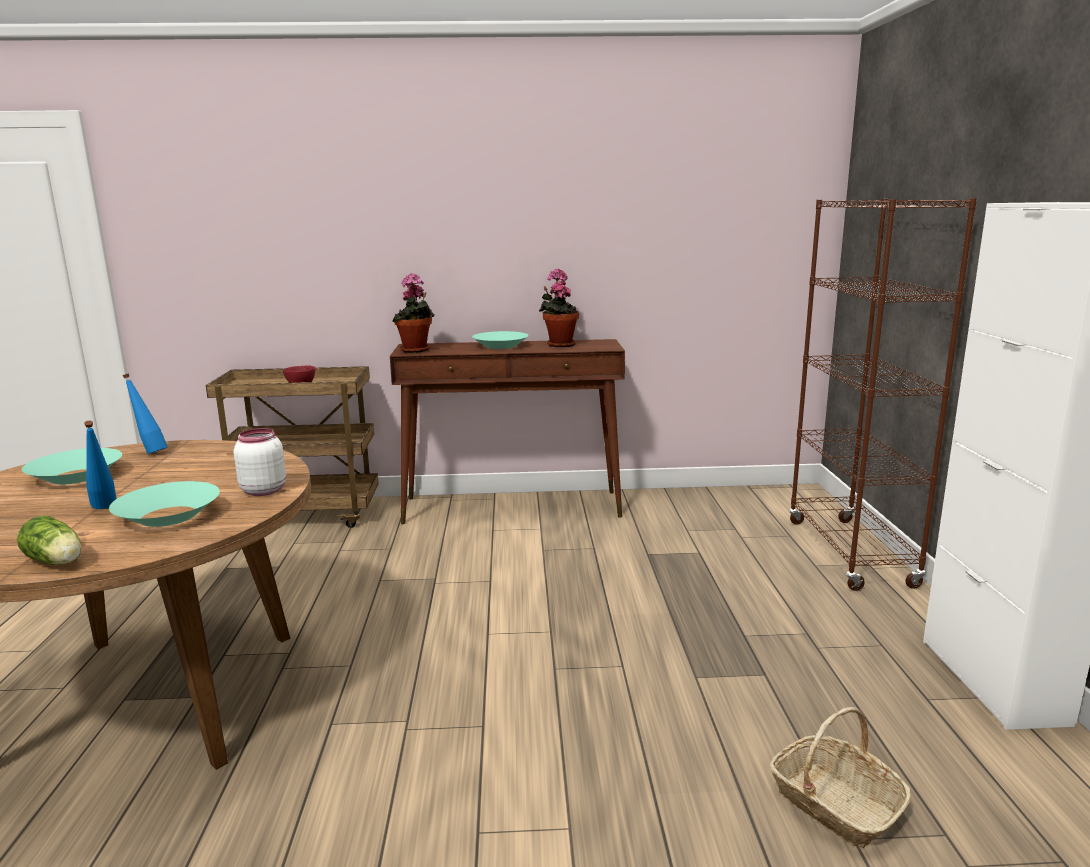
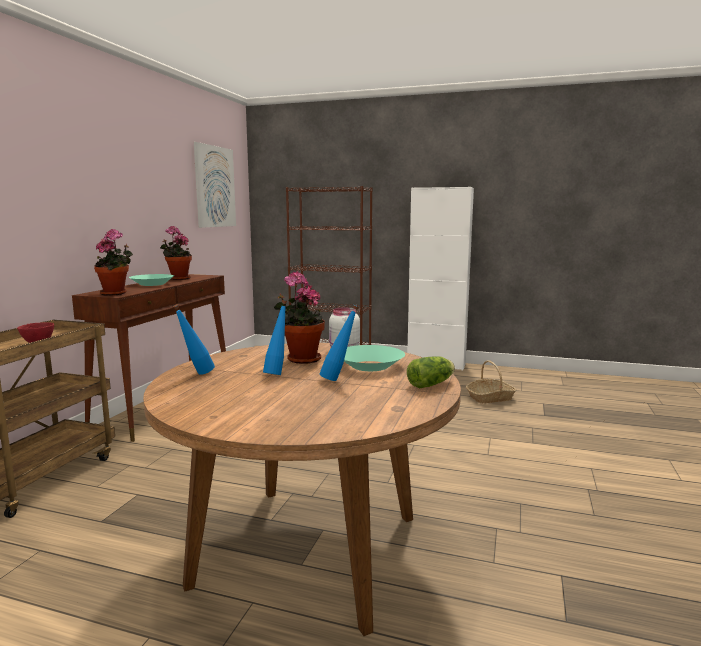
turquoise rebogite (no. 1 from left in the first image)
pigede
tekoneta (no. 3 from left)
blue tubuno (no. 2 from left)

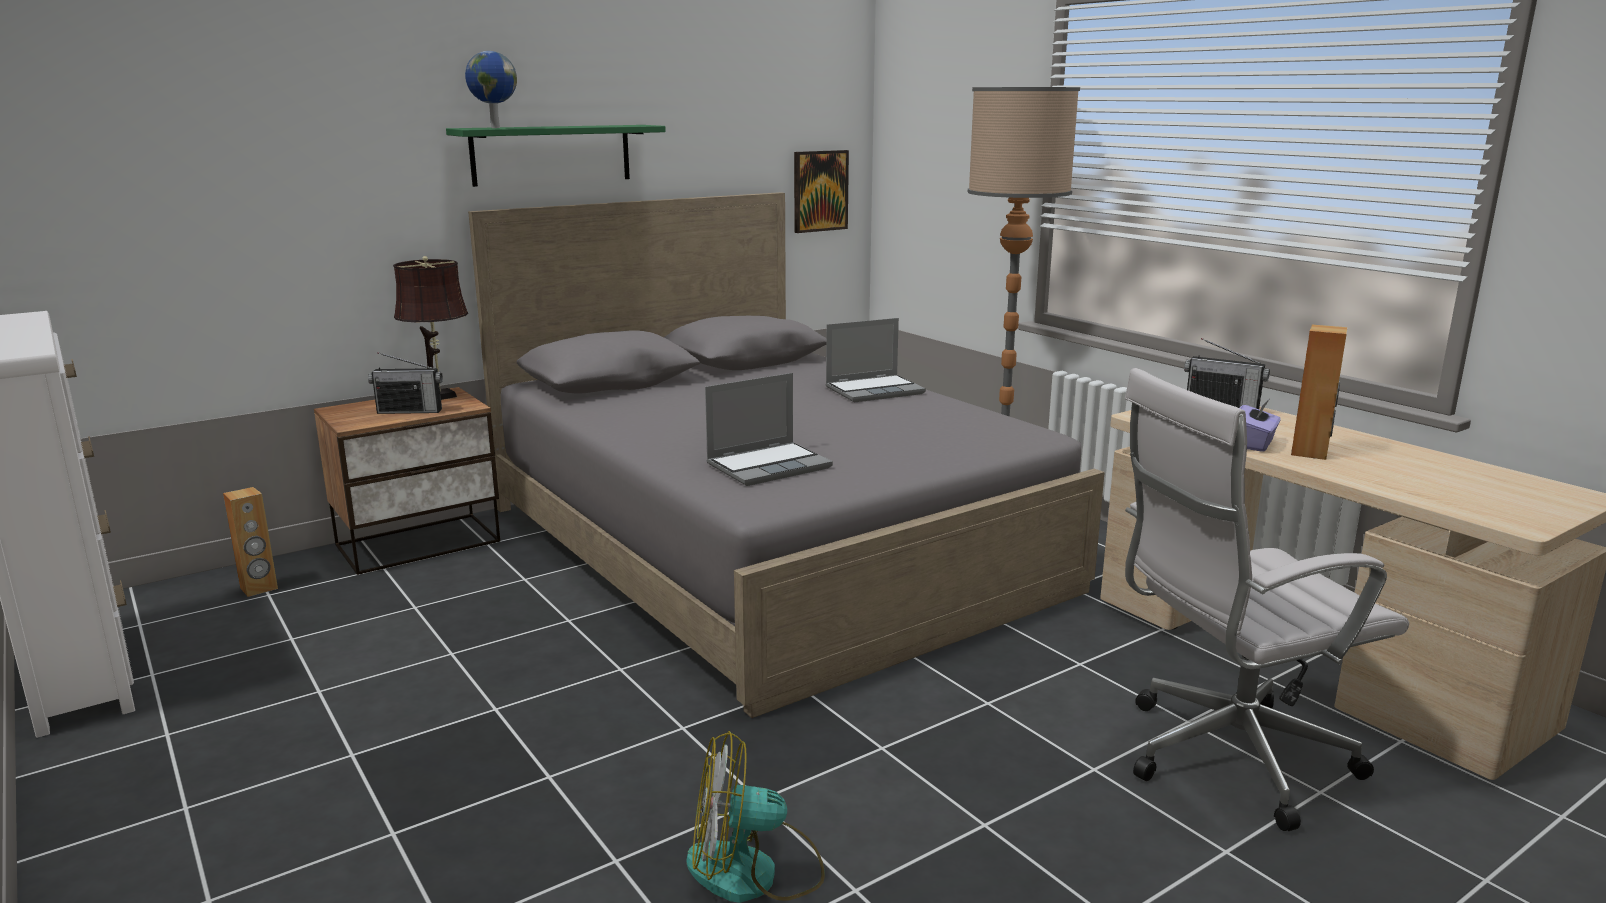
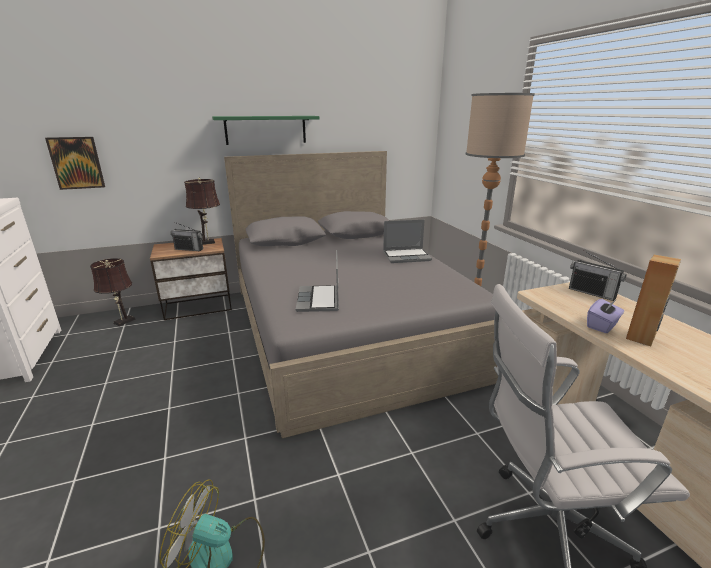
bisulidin
pigede
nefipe (no. 1 from left)
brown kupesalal (no. 1 from left)

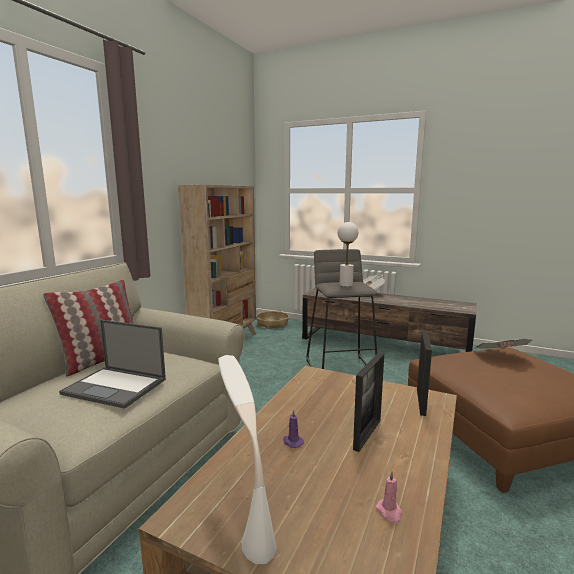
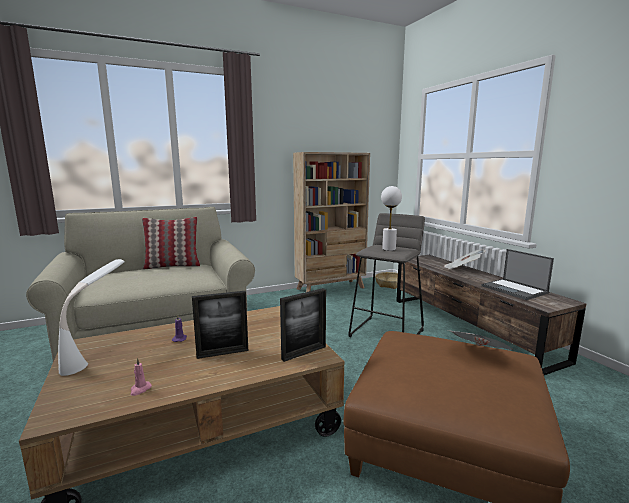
nefipe

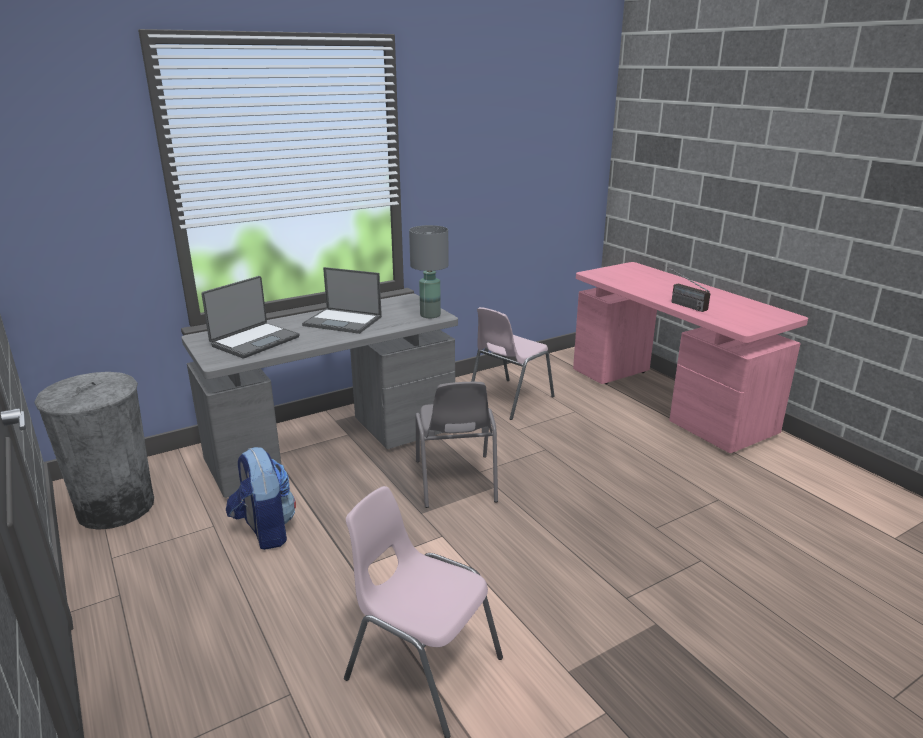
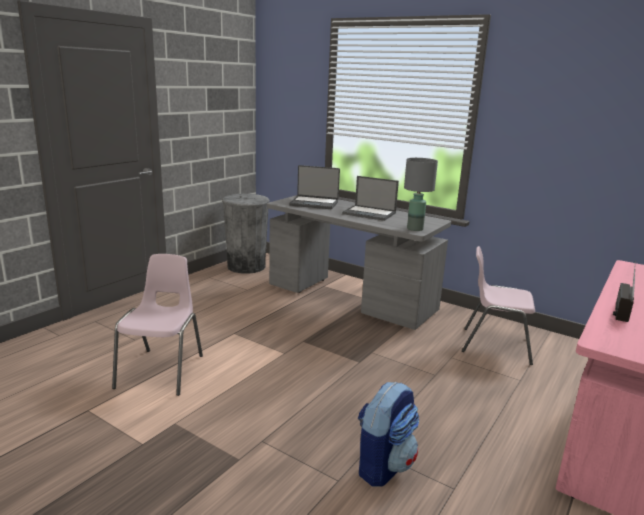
nefipe (no. 2 from left)
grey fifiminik
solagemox

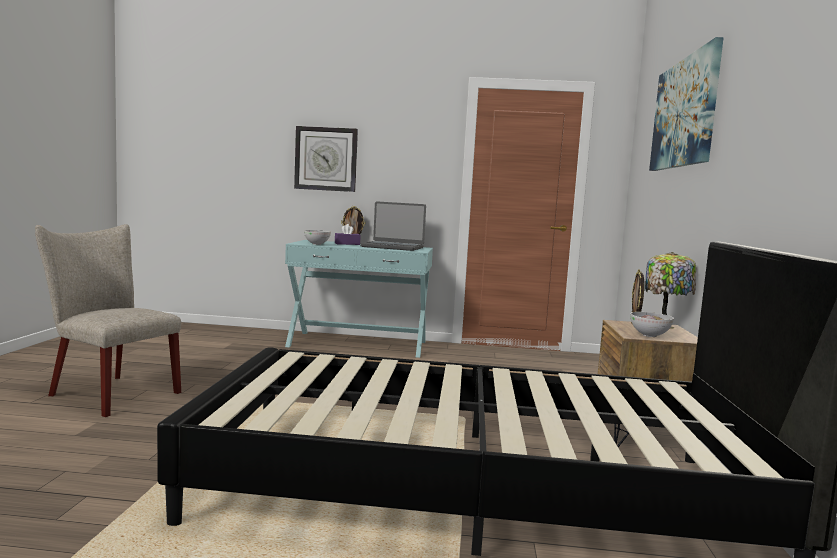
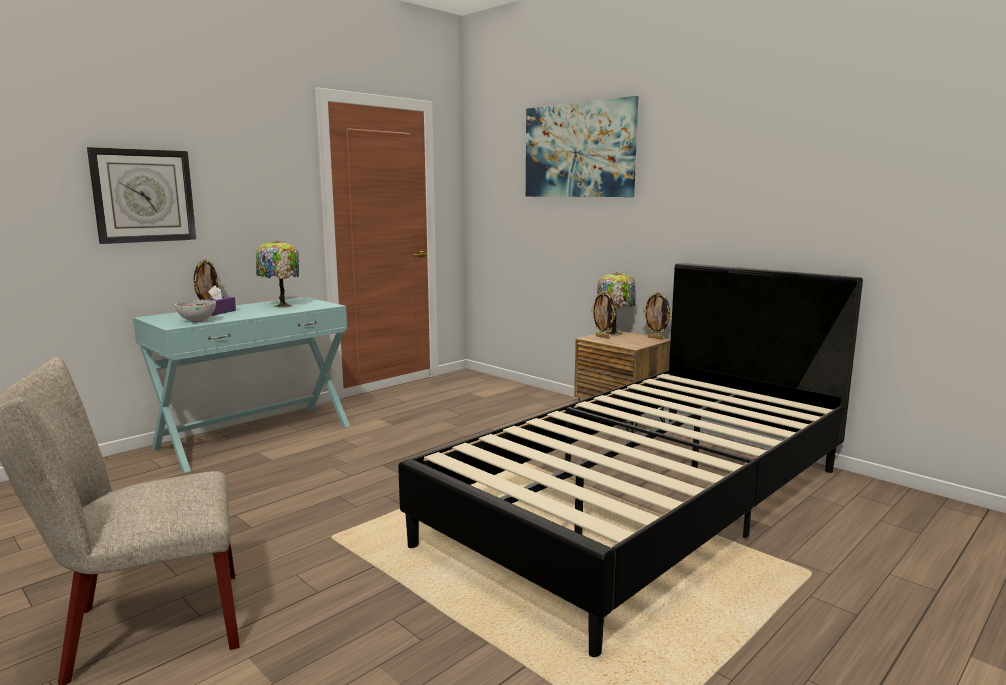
kupesalal (no. 1 from left)
rebogite (no. 2 from left in the first image)
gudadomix (no. 3 from left)

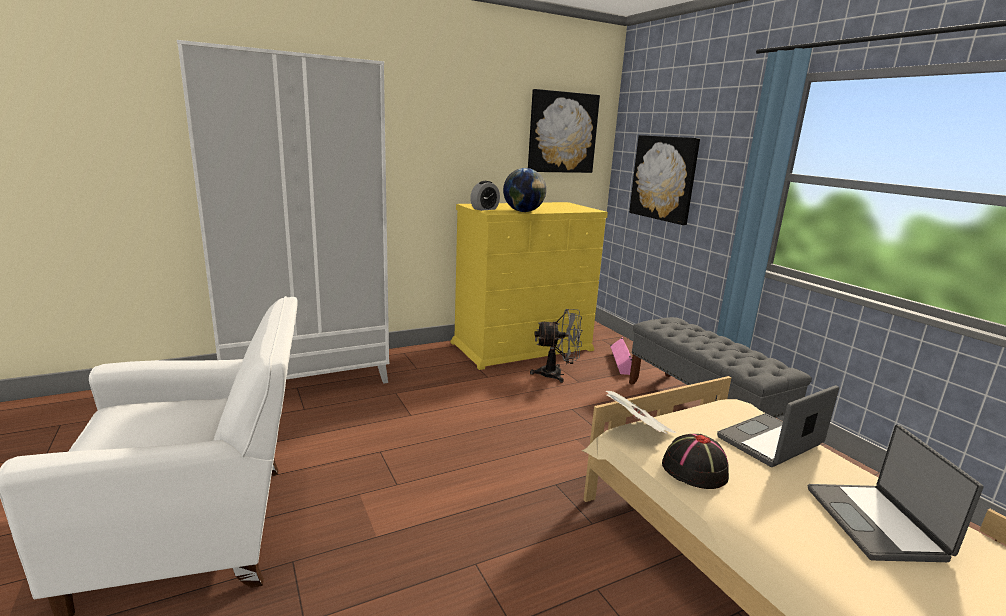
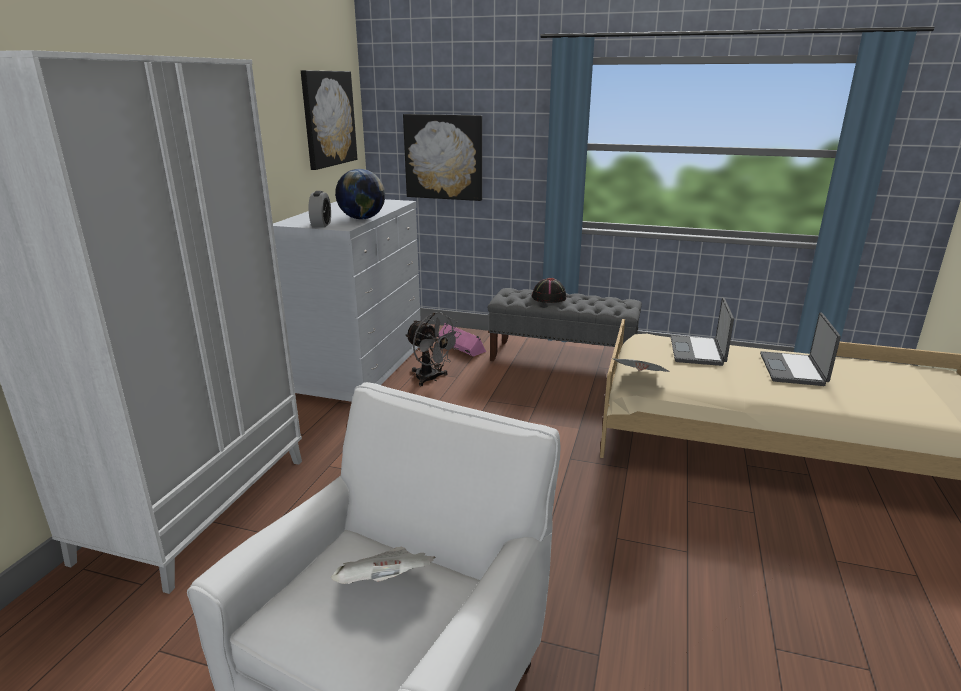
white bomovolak
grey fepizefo
nefipe (no. 2 from left)
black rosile
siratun (no. 1 from left)

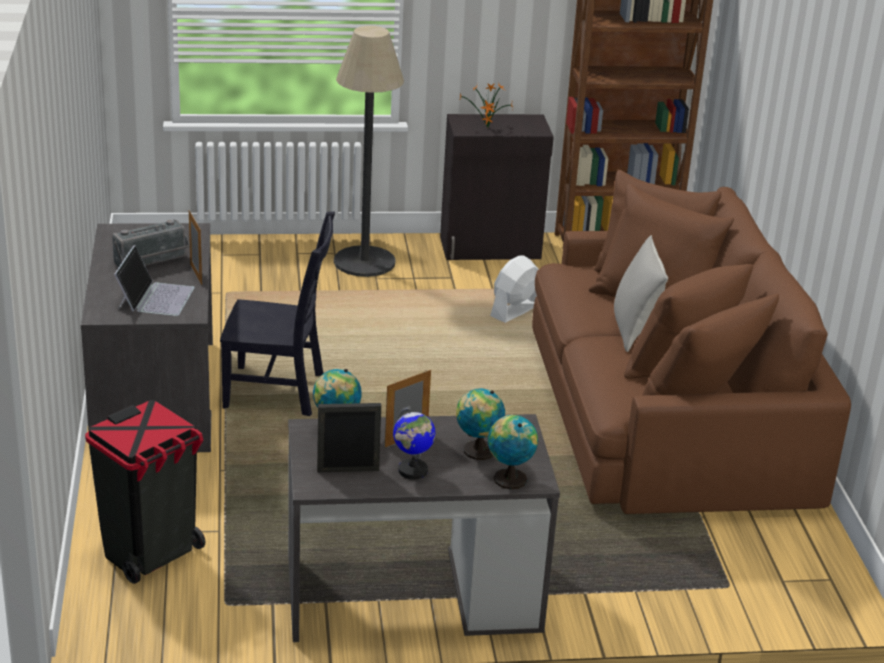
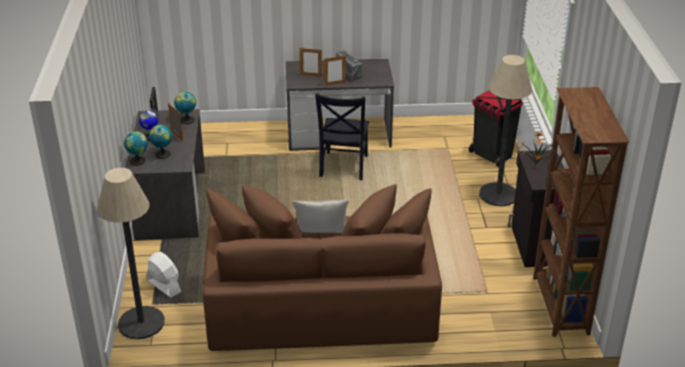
gudadomix (no. 3 from left)
white fepizefo
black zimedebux
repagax (no. 1 from left)

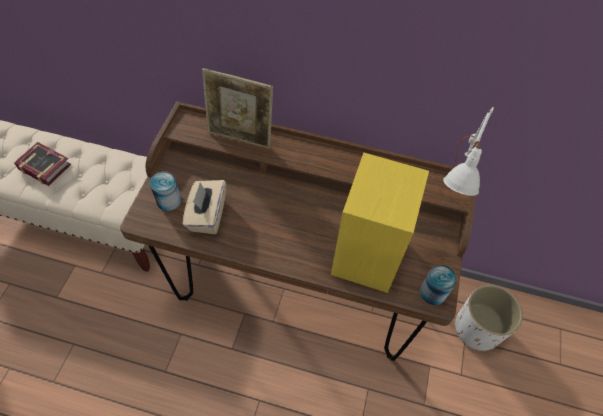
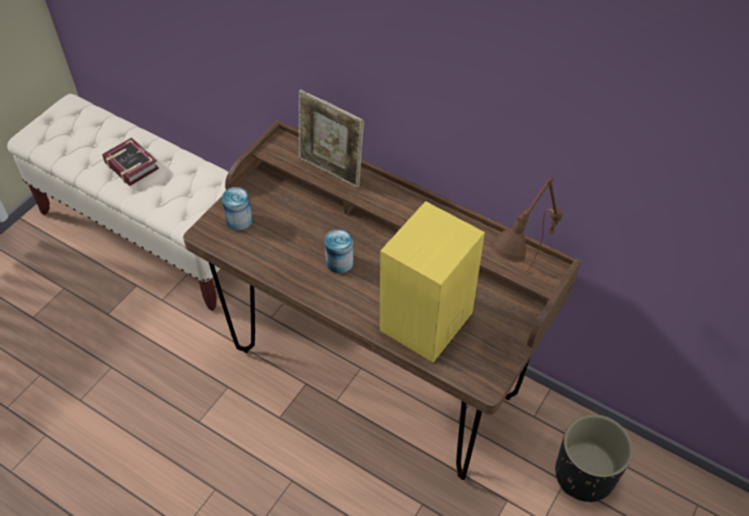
brown kupesalal
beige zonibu
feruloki (no. 2 from left)
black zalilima

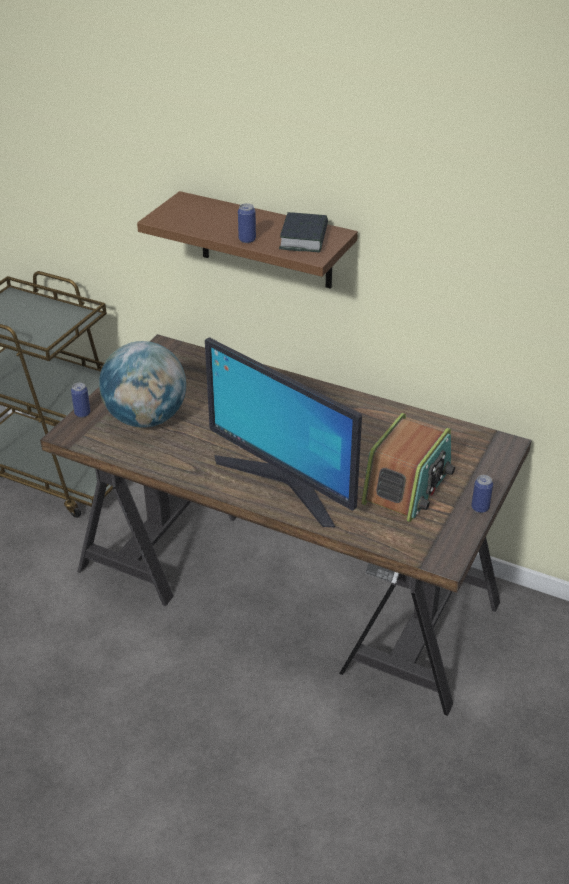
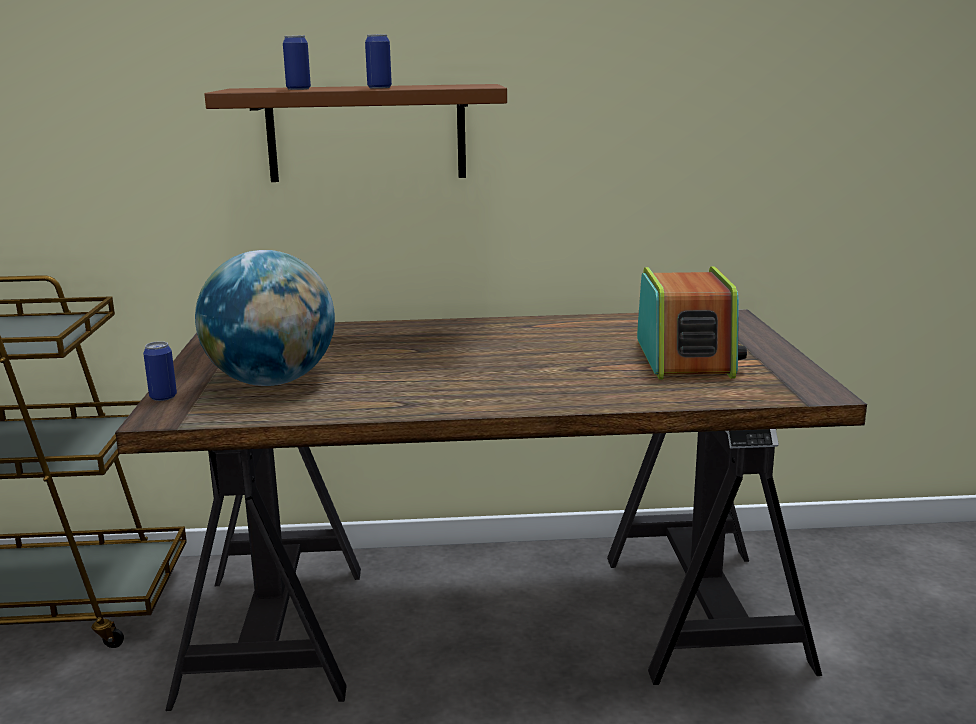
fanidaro
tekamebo
feruloki (no. 2 from left)

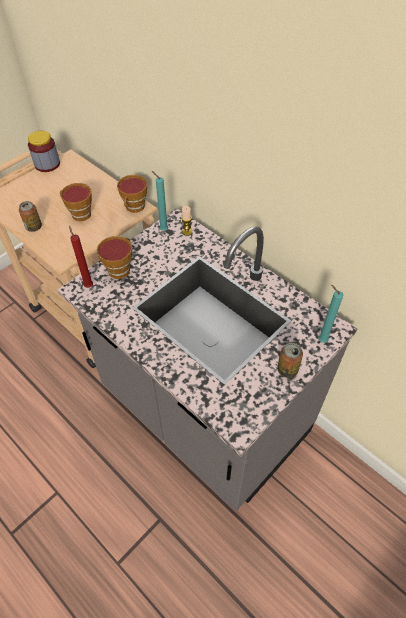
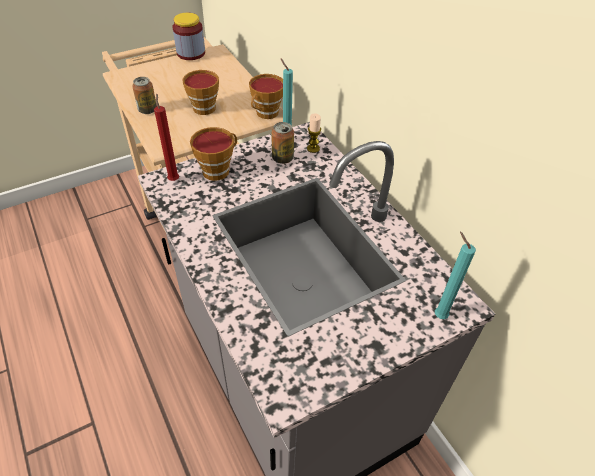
feruloki (no. 2 from left)

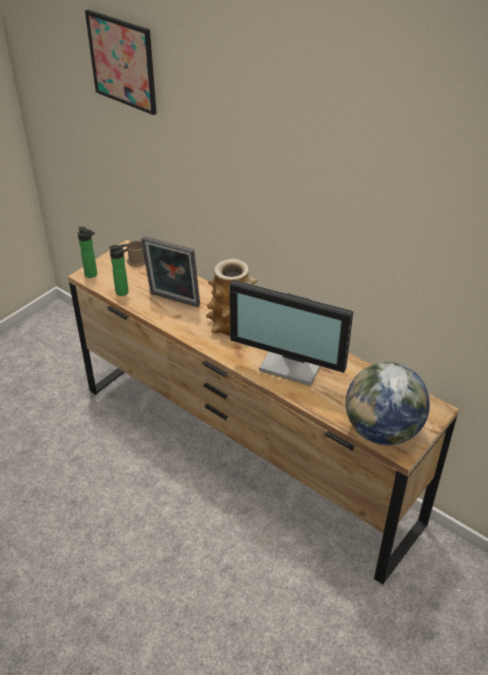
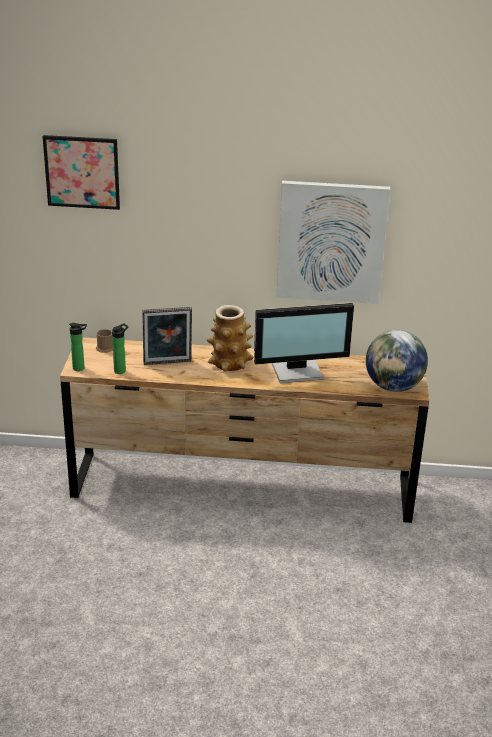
pigede (no. 2 from left)

